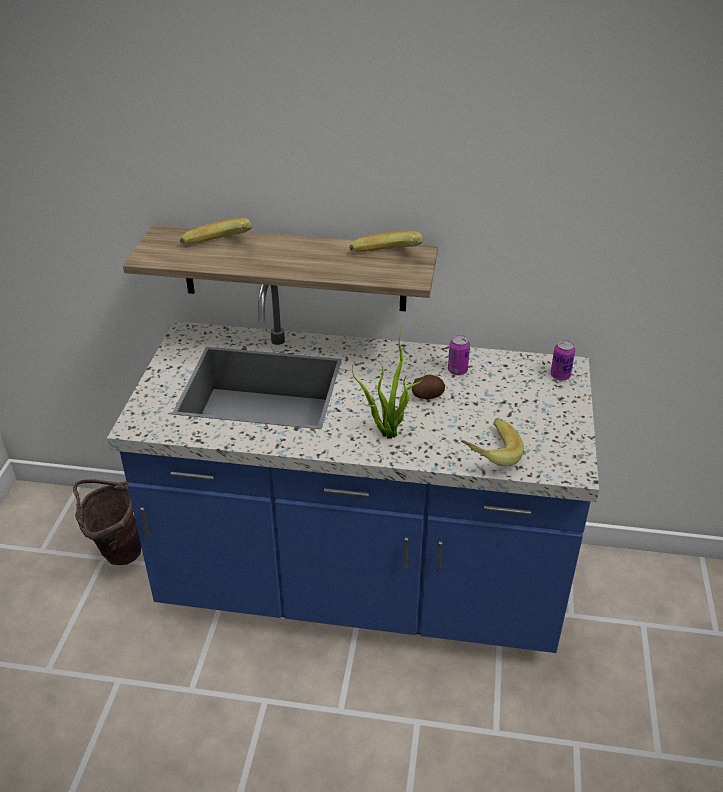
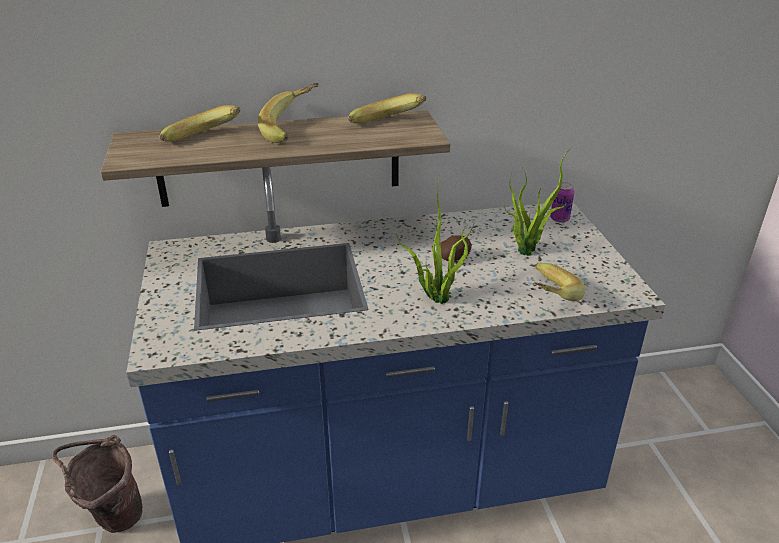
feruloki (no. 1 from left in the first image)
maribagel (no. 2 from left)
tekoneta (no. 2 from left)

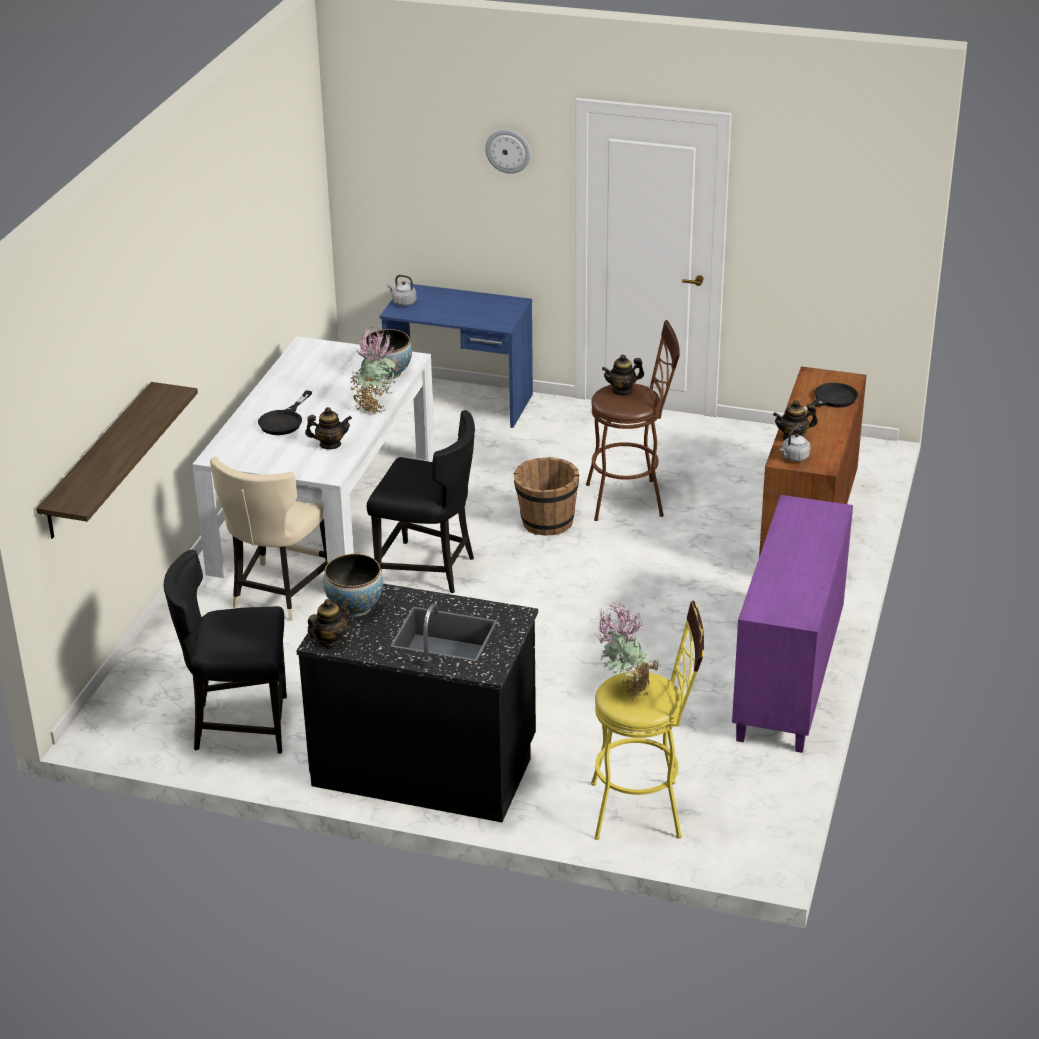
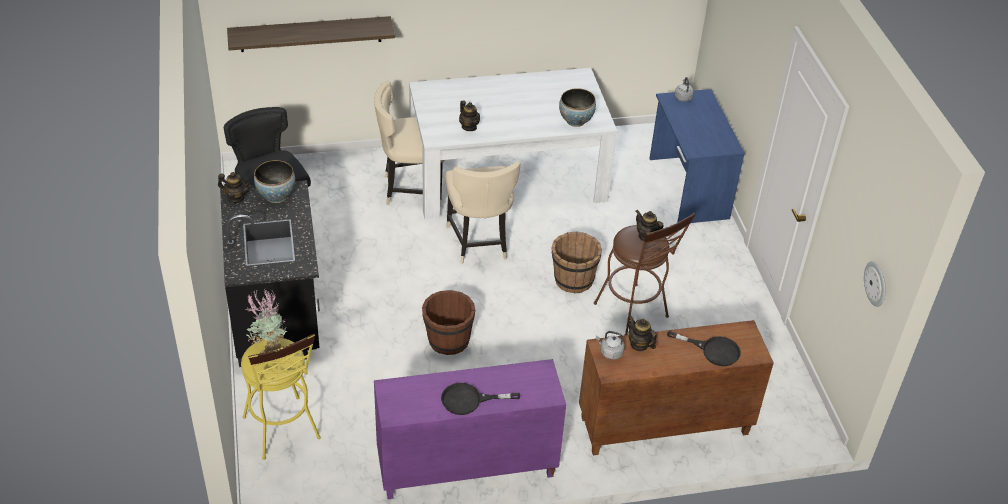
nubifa
tekoneta (no. 1 from left in the first image)
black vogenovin (no. 1 from left)
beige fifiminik (no. 2 from left)
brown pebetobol (no. 1 from left)

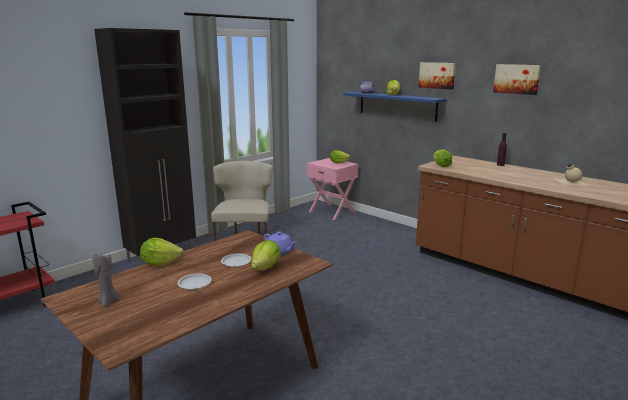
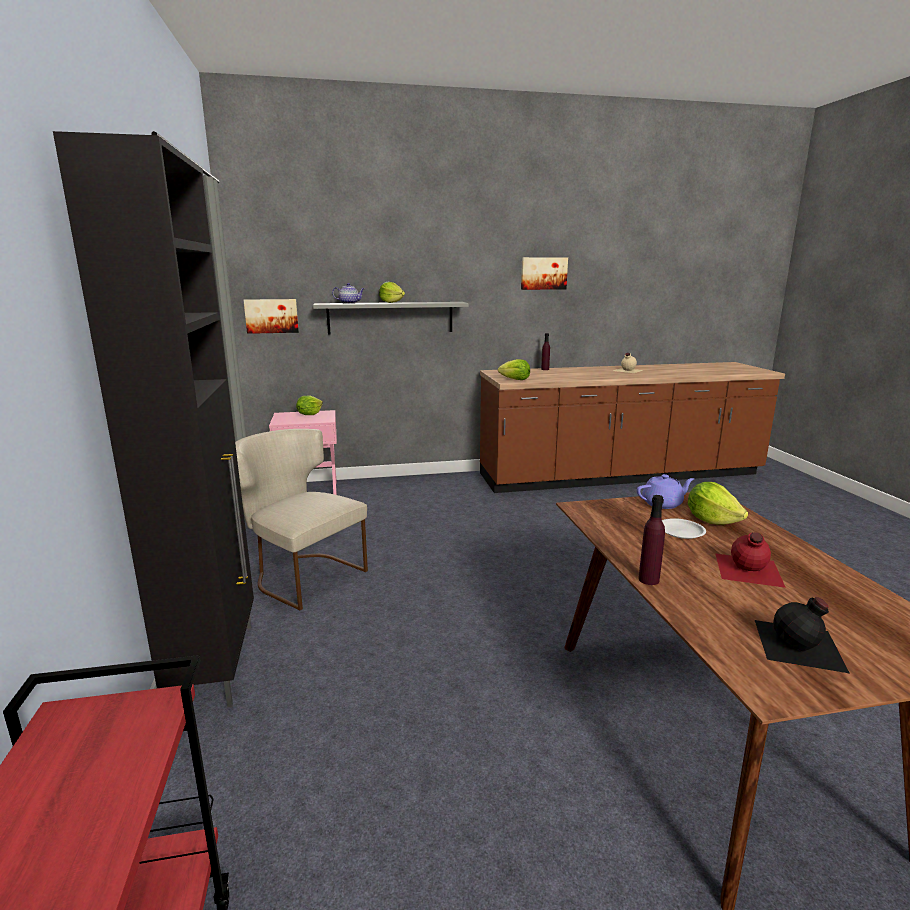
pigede (no. 1 from left)
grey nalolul
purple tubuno (no. 2 from left)
black tubuno
red tubuno

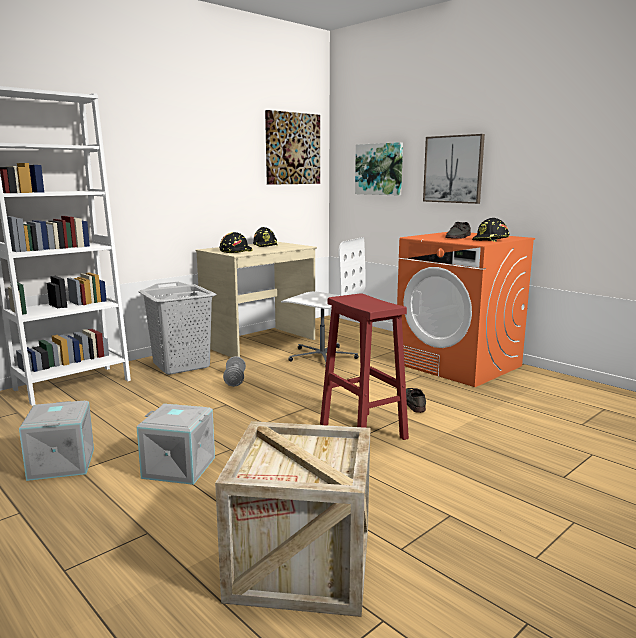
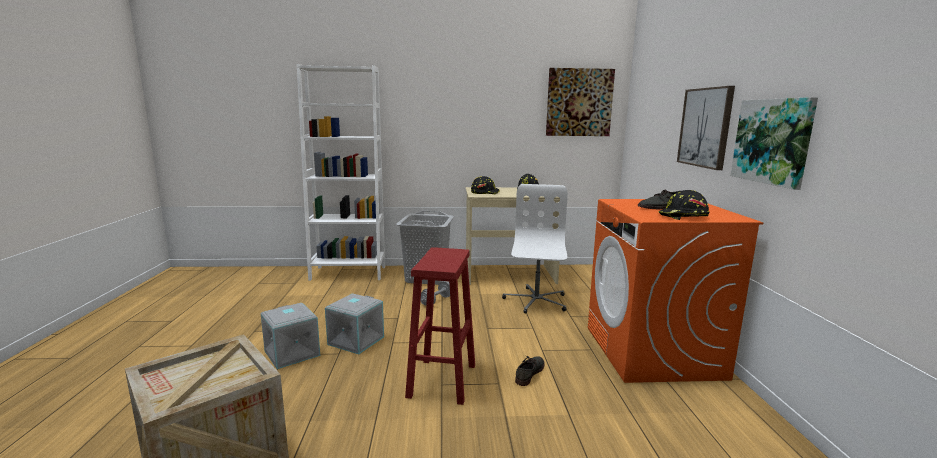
pigede (no. 3 from left)
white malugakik
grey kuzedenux (no. 2 from left)

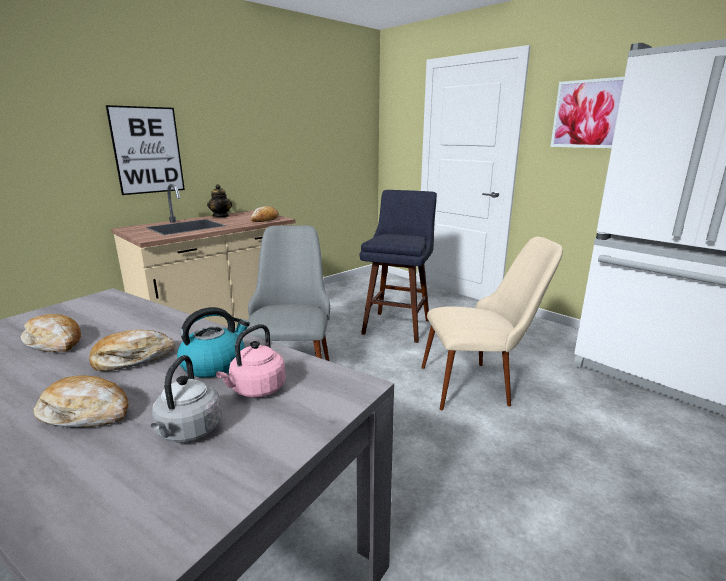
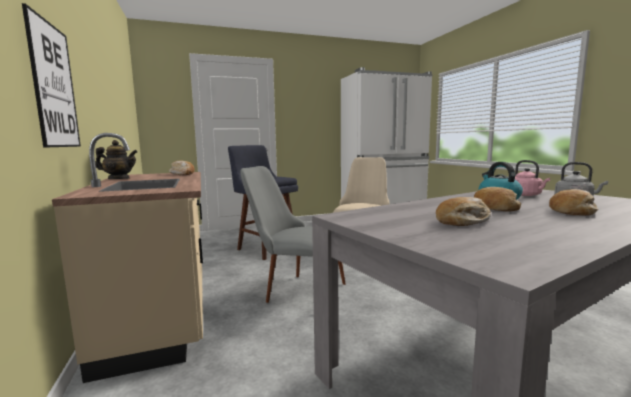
pigede (no. 2 from left in the first image)

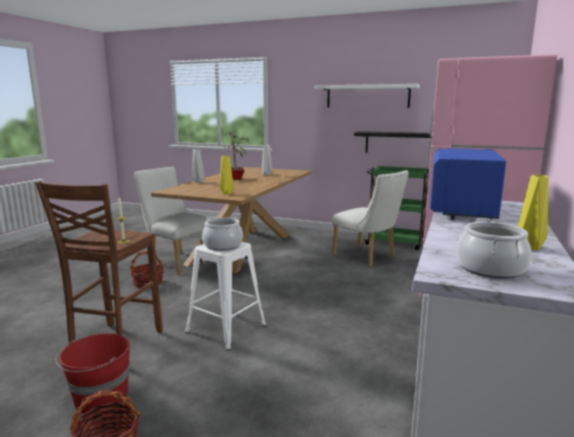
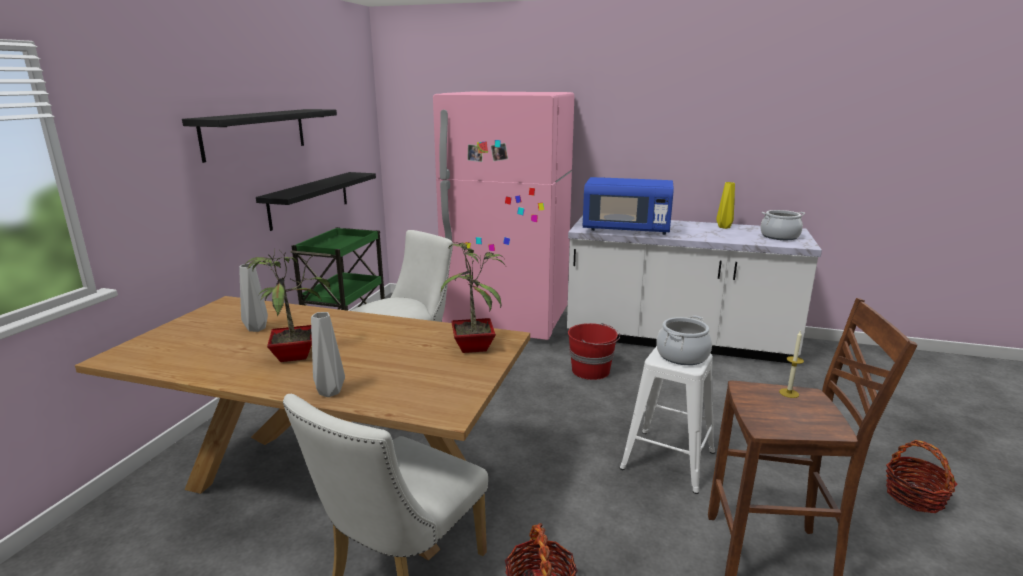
black nalolul (no. 1 from left)
tekoneta (no. 2 from left)
red pebetobol

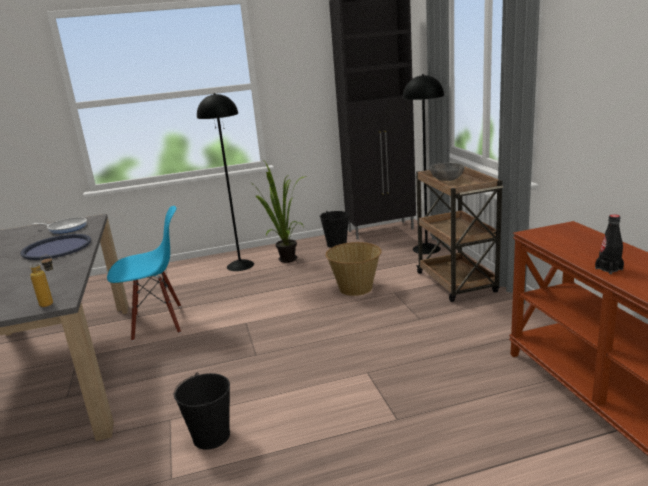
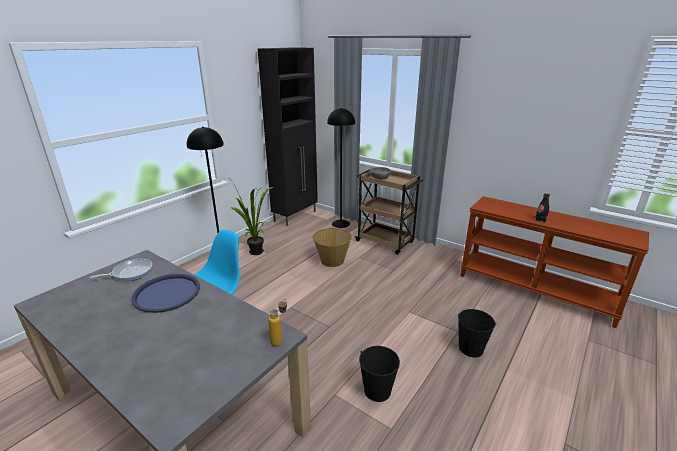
black pebetobol (no. 2 from left)

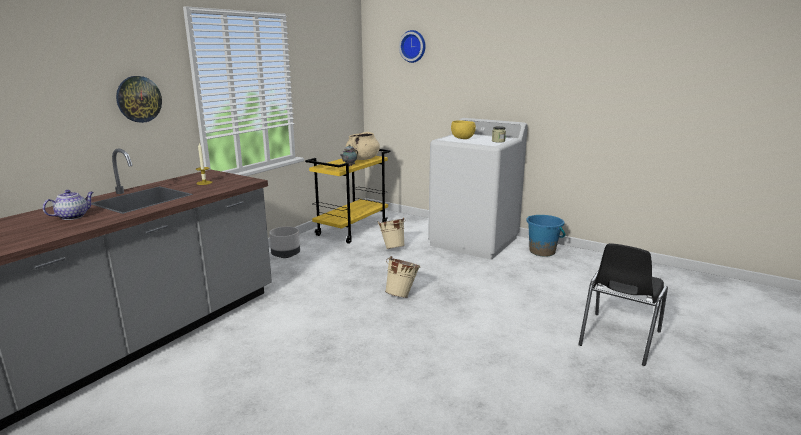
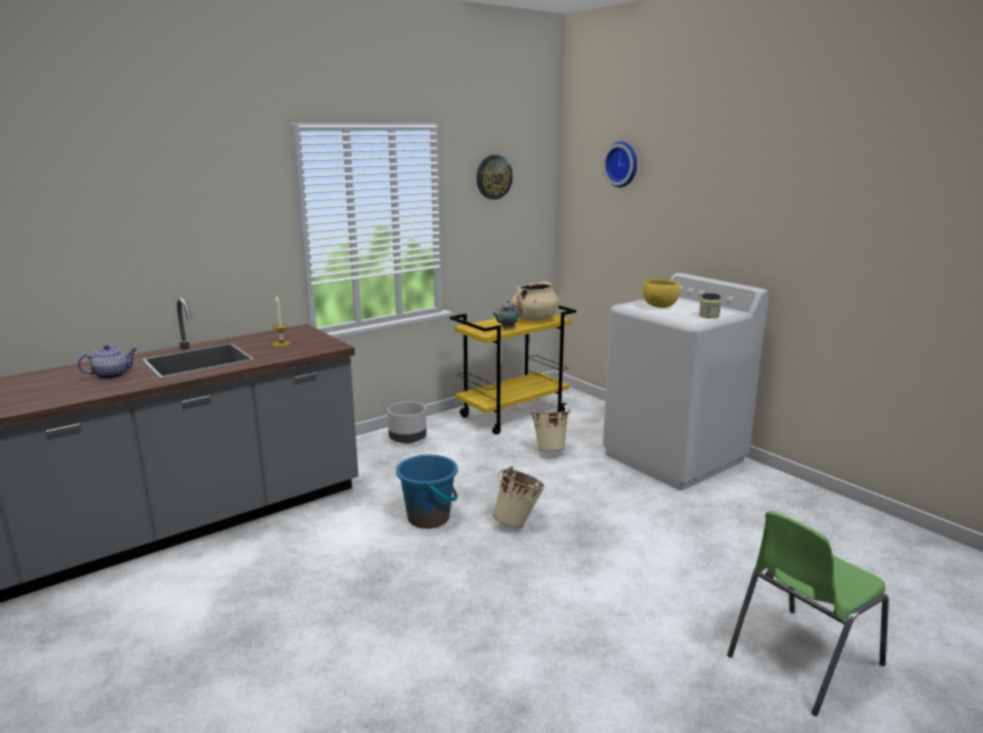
nubifa (no. 1 from left)
blue pebetobol
green fifiminik

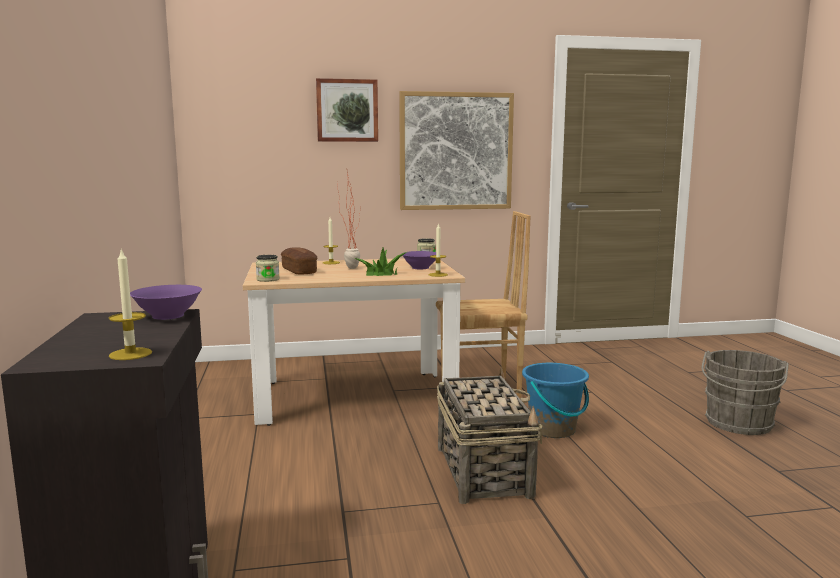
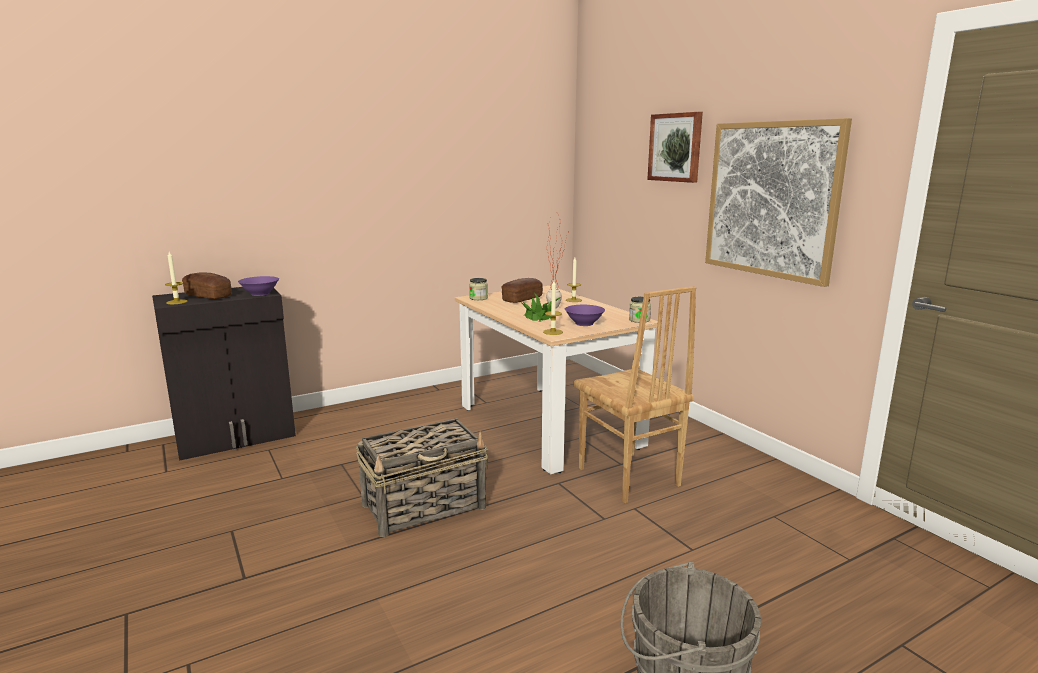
blue pebetobol
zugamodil (no. 1 from left)

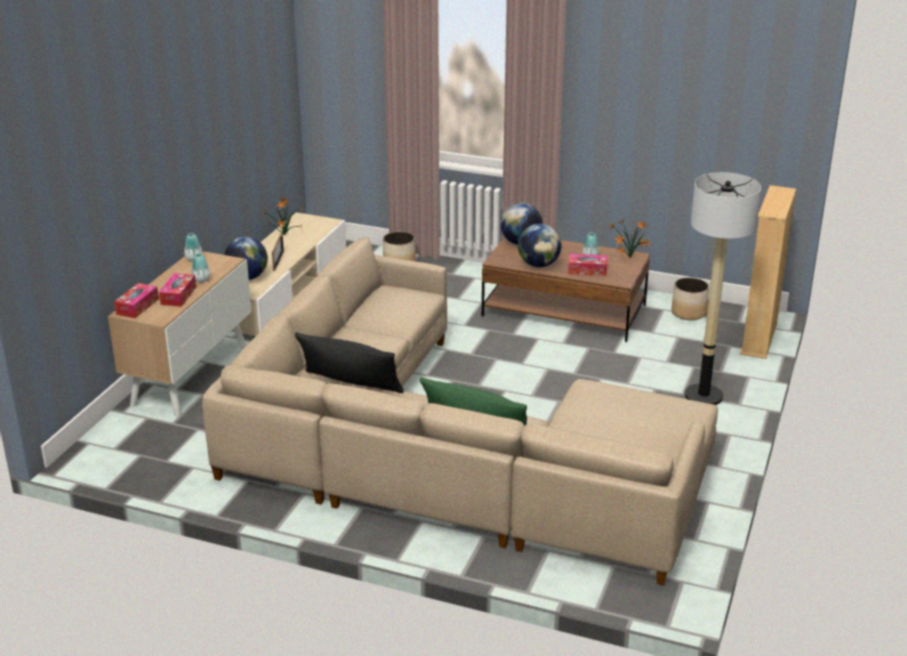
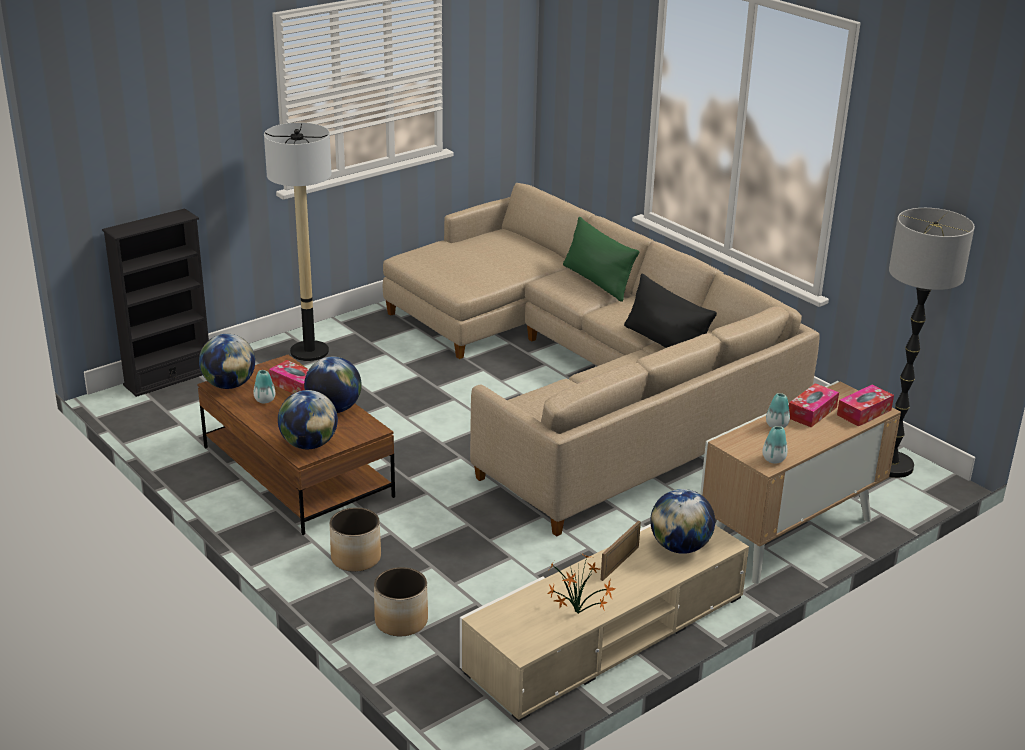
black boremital
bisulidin (no. 1 from left)
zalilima (no. 1 from left)
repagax (no. 2 from left)

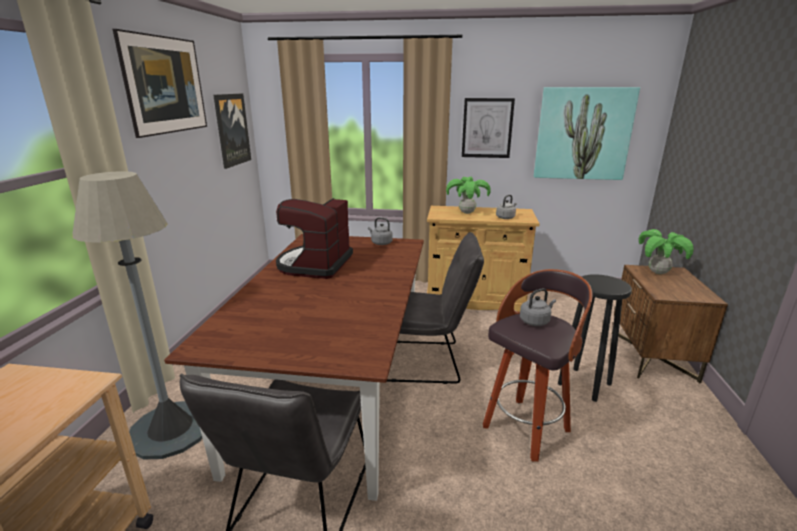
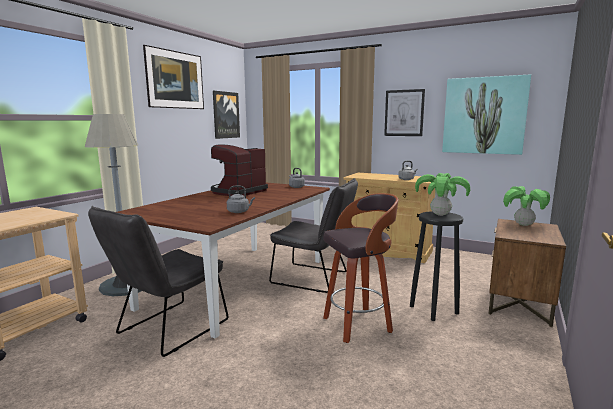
tekoneta (no. 1 from left)
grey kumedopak (no. 1 from left)

